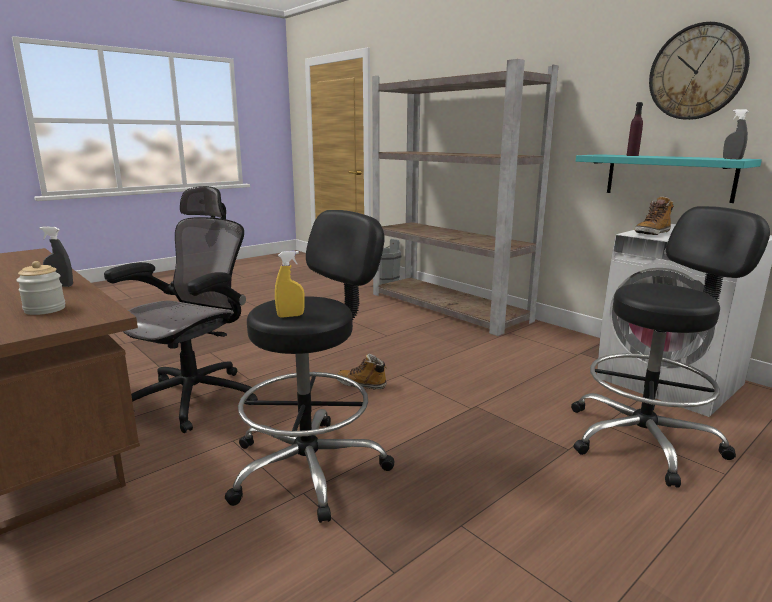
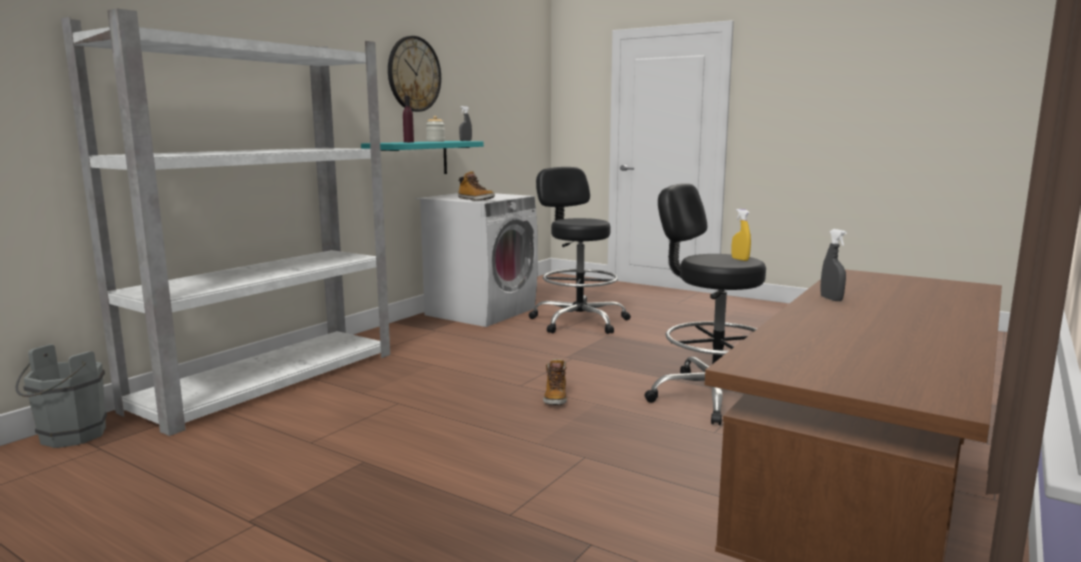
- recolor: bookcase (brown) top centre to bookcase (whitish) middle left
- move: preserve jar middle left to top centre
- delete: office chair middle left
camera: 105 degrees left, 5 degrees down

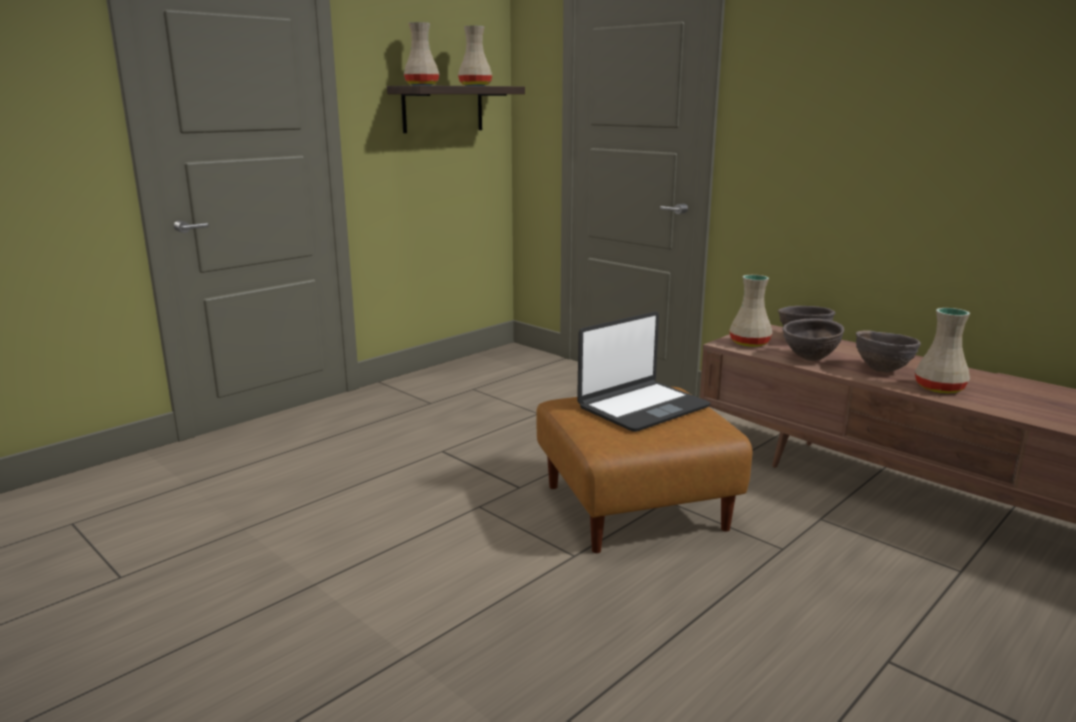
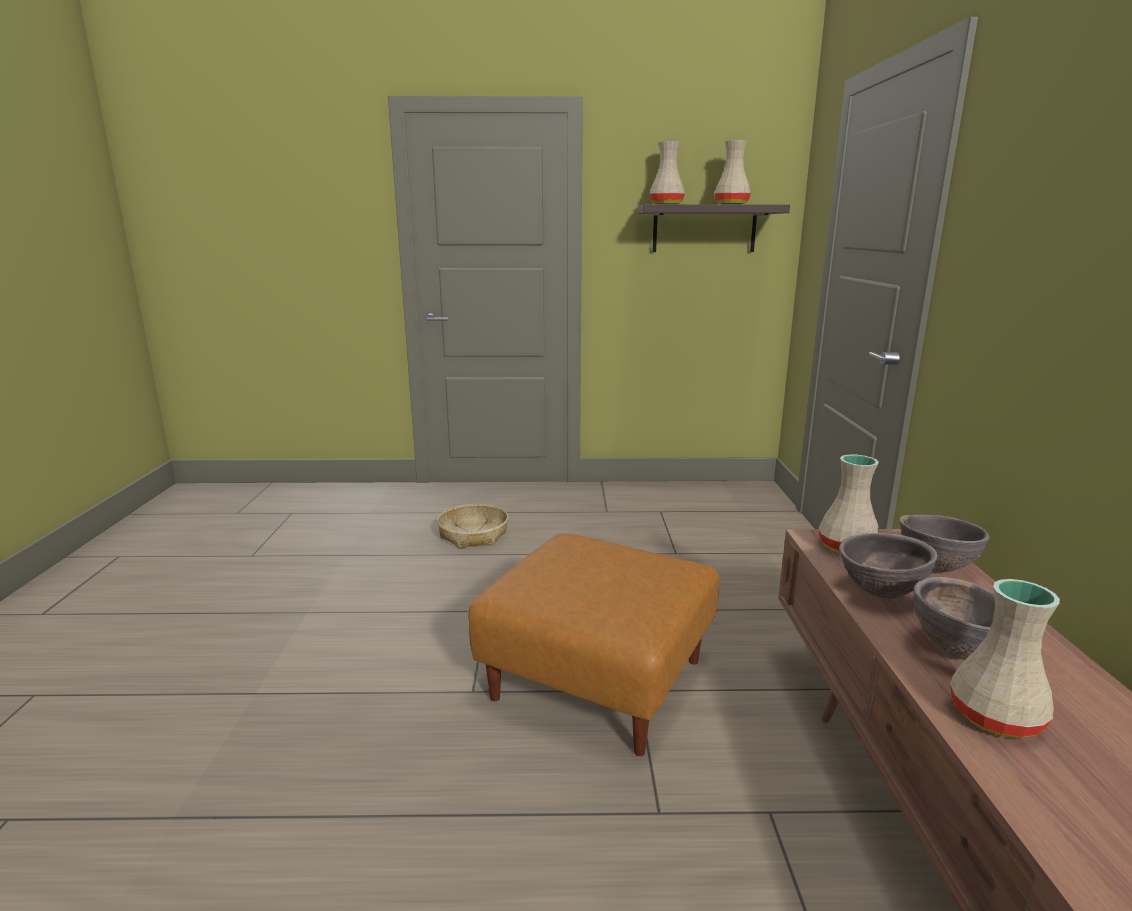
- insert: household basket centre
- delete: portable computer centre
camera: 45 degrees right, 0 degrees up

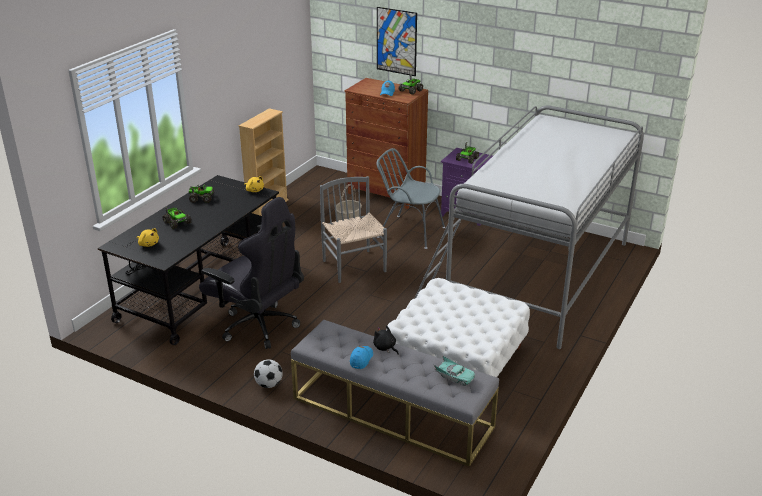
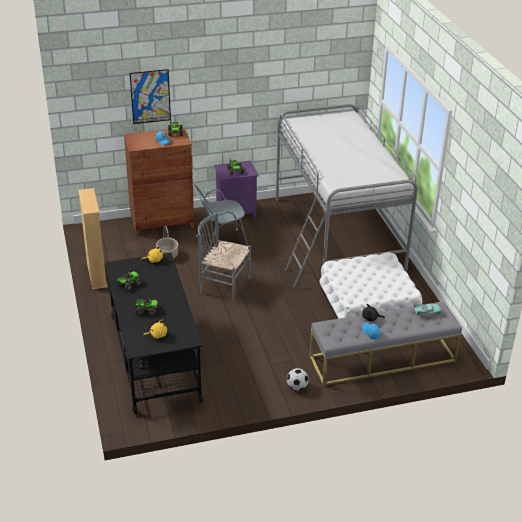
- delete: office chair (black) middle left
camera: 45 degrees left, 5 degrees up

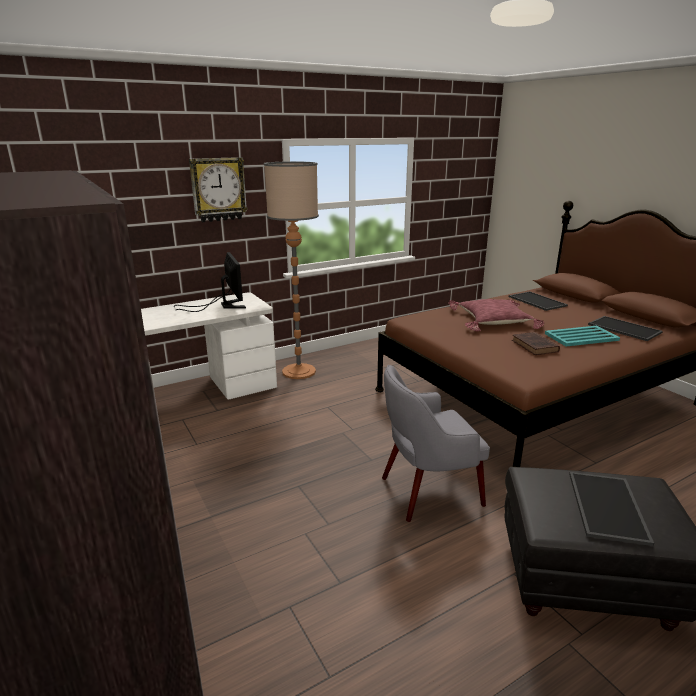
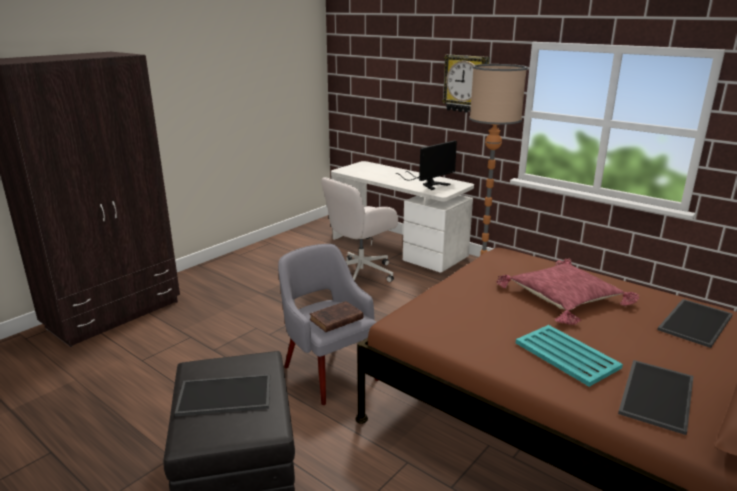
- move: bound book (brown) middle right to centre
- insert: office chair (whitish) centre
camera: 70 degrees right, 0 degrees up

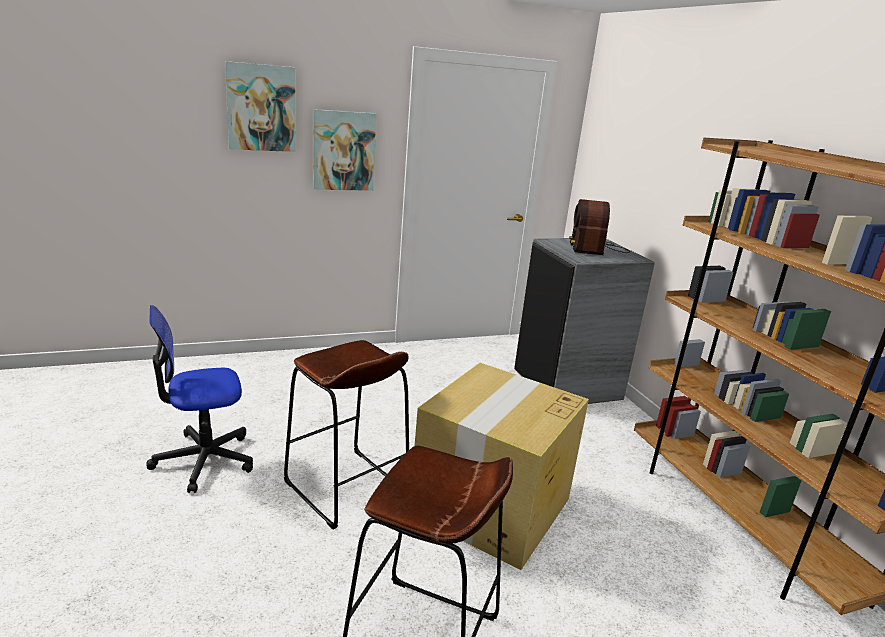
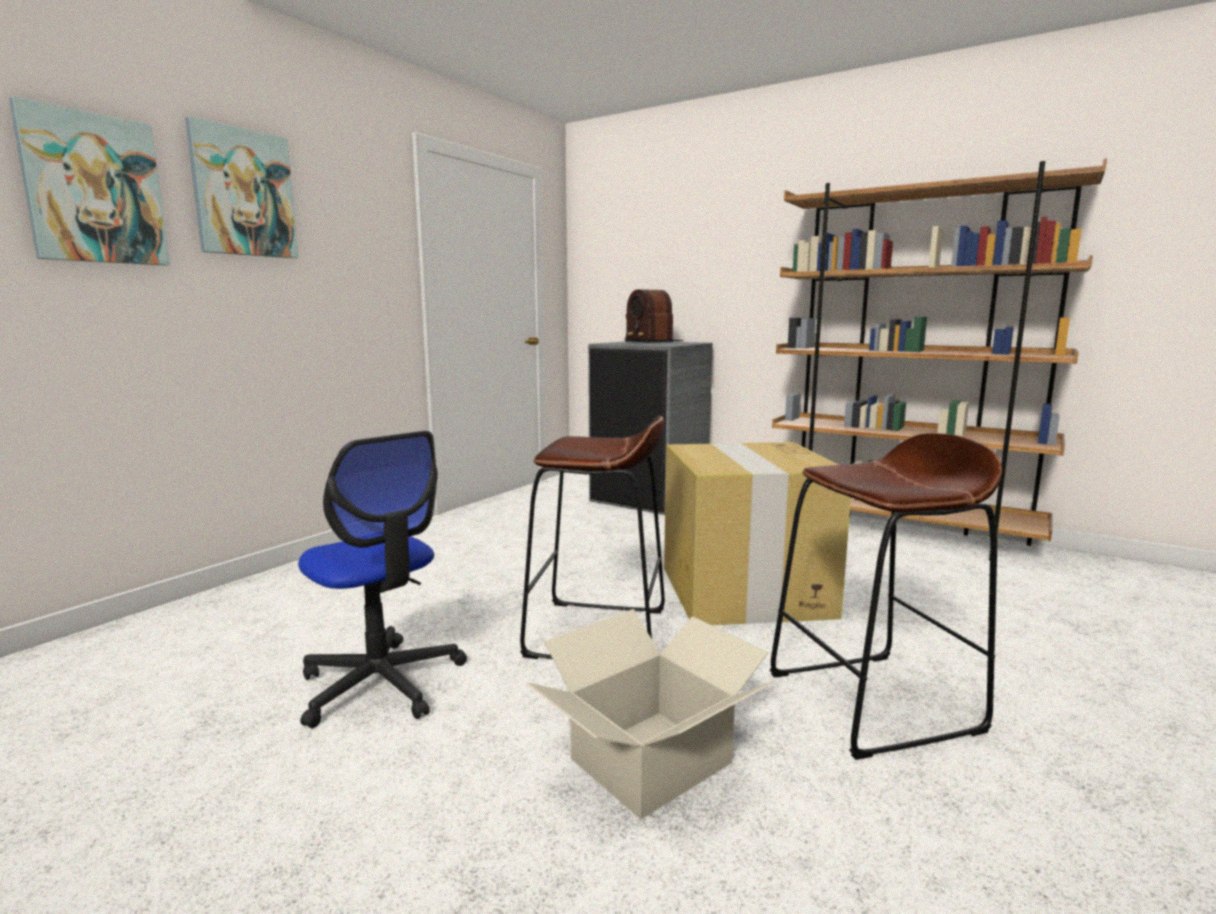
- move: picture (2nd from left in the first image) top centre to picture (1st from left) top left
- rotate: office chair middle left = middle left 75 degrees counterclockwise
- insert: cardboard box (1st from left) bottom centre
camera: 35 degrees left, 10 degrees down

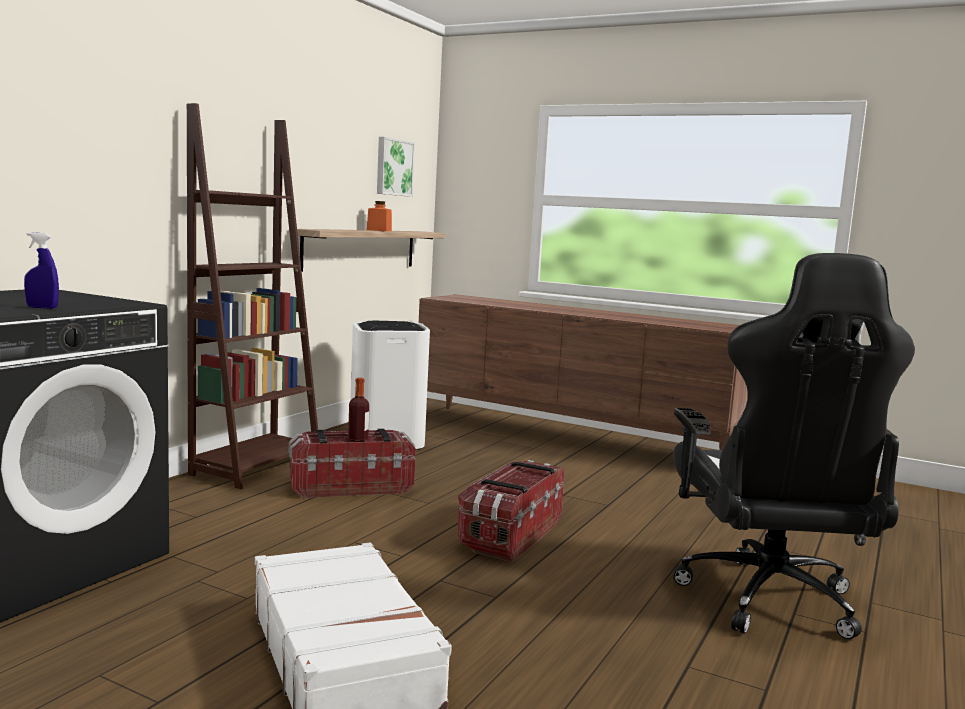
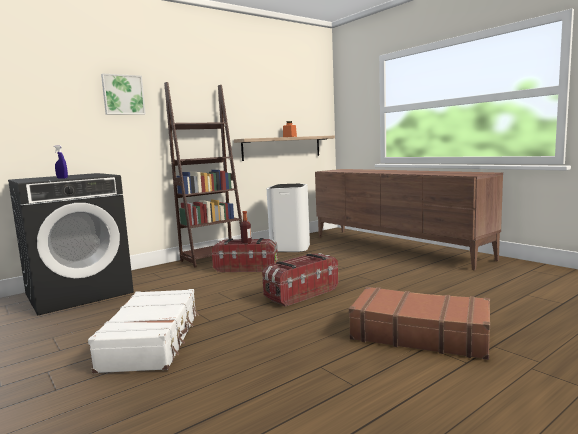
- move: picture top centre to top left
- replace: office chair (black) middle right to piece of luggage (brown) bottom right
camera: 25 degrees right, 0 degrees up

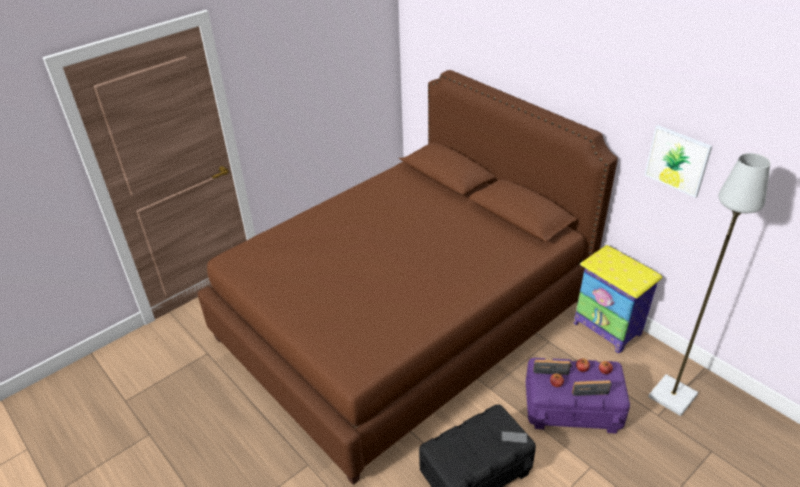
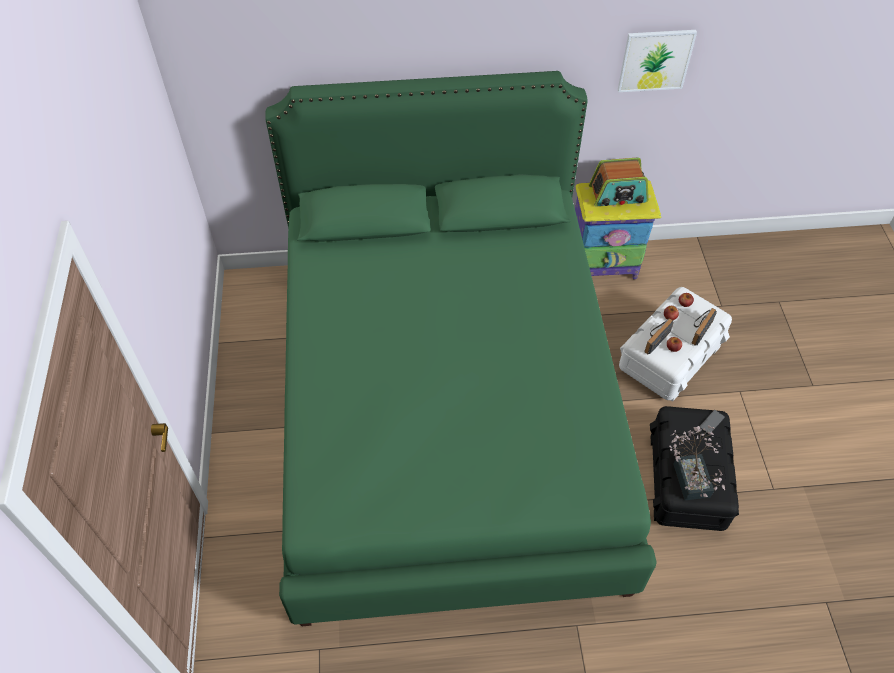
- recolor: bed (brown) centre to bed (greenish) centre
- insert: radio (1st from left) top right
- recolor: storage box (purplish) bottom right to storage box (whitish) middle right
- insert: plant in a pot bottom right
- delete: standing lamp (grey) middle right
camera: 55 degrees left, 15 degrees up

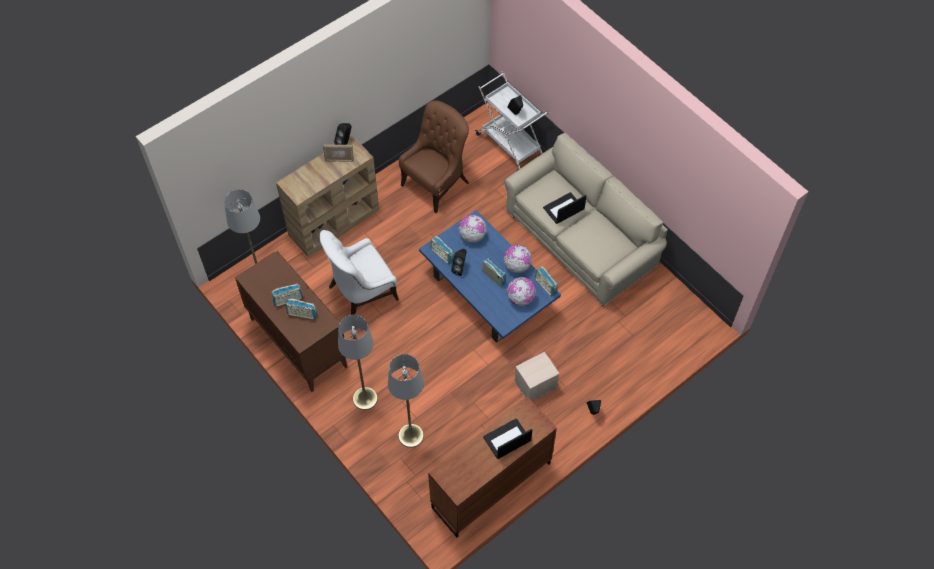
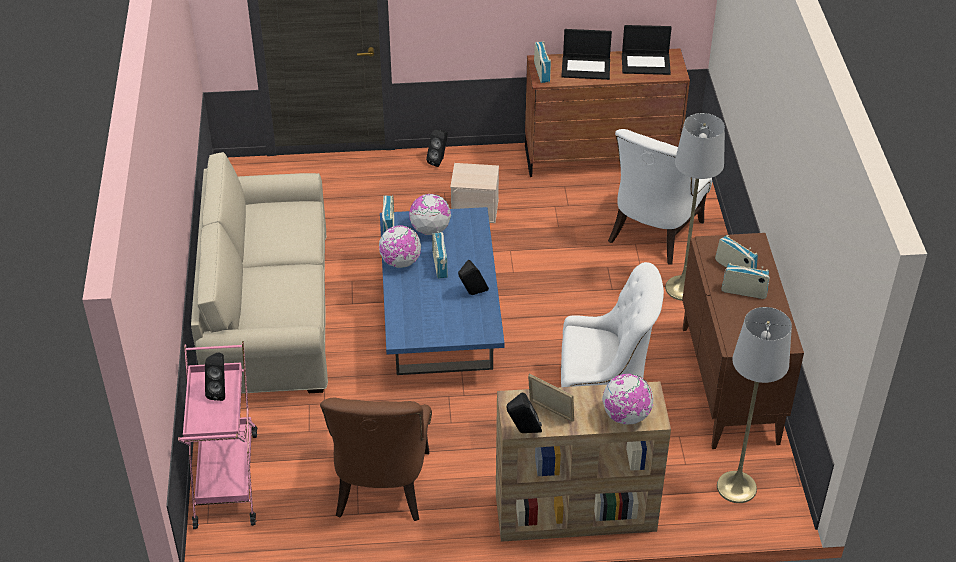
- recolor: trolley (whitish) top centre to trolley (pink) bottom left
- rotate: chair (brown) top centre = bottom centre 75 degrees counterclockwise
- move: radio (3rd from left) centre to top centre
- move: world globe (1st from left in the first image) centre to world globe (3rd from left) bottom centre
- replace: standing lamp (grey) (3rd from left) bottom centre to chair (whitish) (2nd from left) middle right
- move: portable computer (2nd from left) centre to top right
camera: 145 degrees left, 15 degrees down

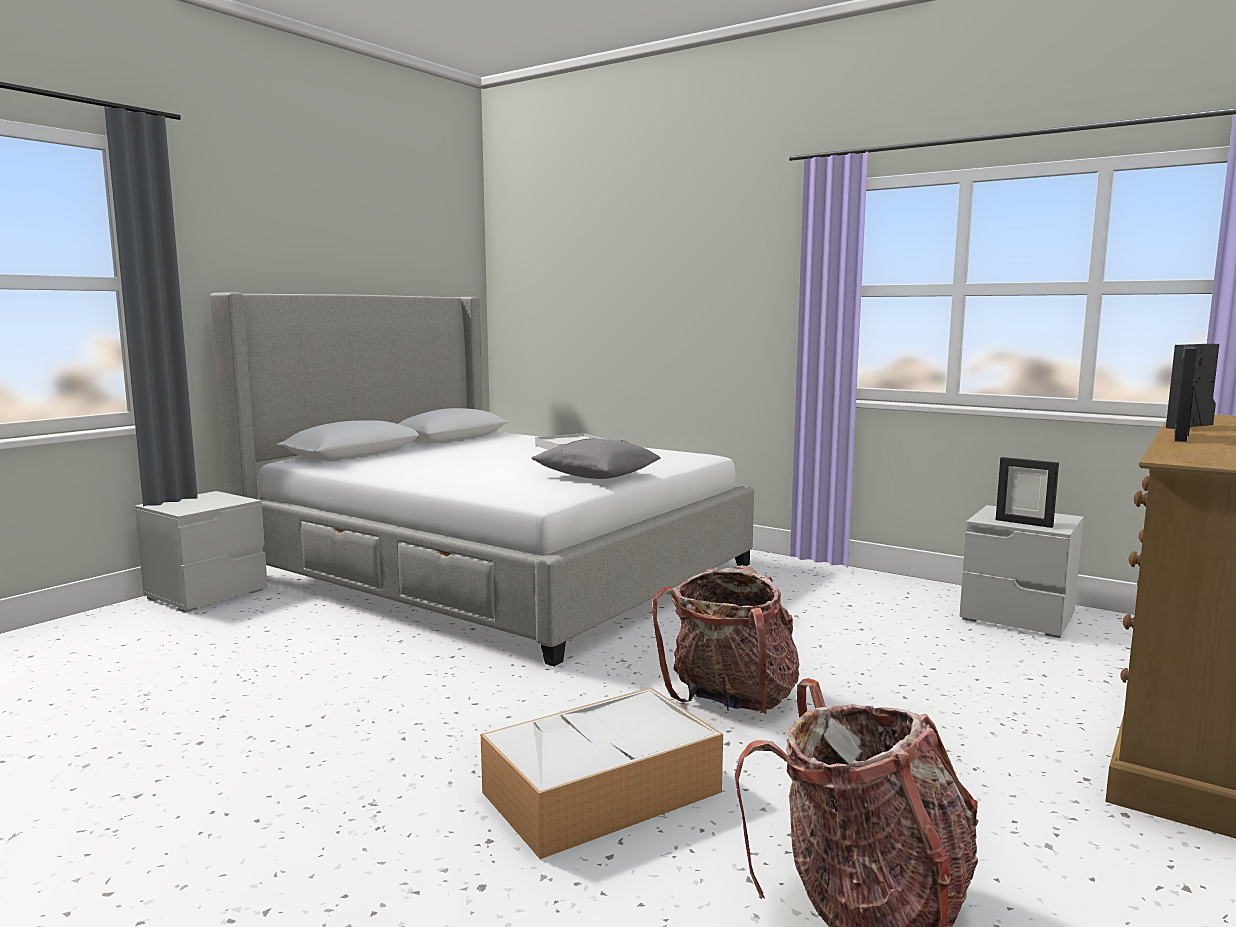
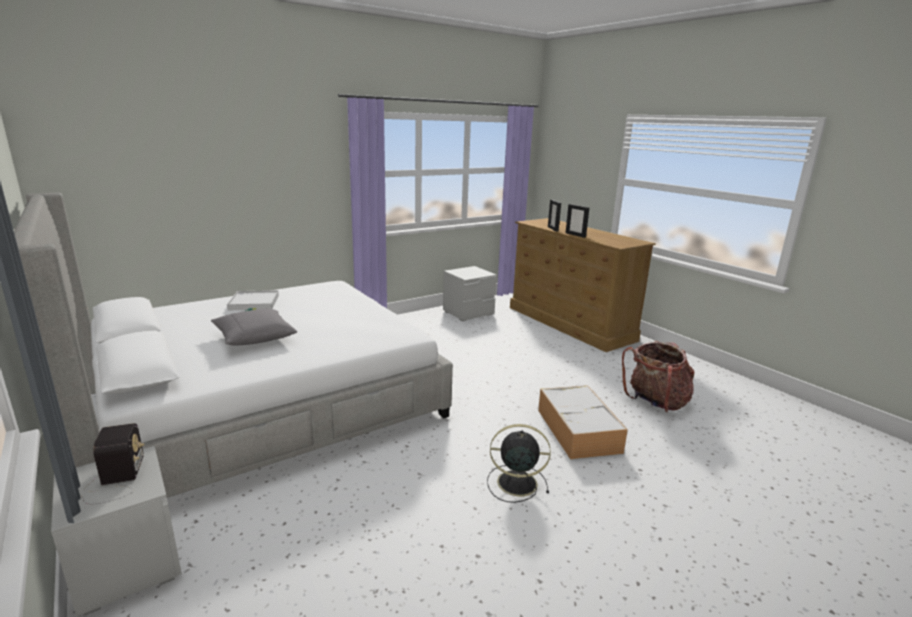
- insert: radio bottom left
- move: pillow (grey) centre to middle left
- insert: electric fan (black) bottom centre
- delete: rucksack (1st from left) bottom centre
- delete: picture frame (1st from left) middle right
camera: 70 degrees left, 10 degrees up

